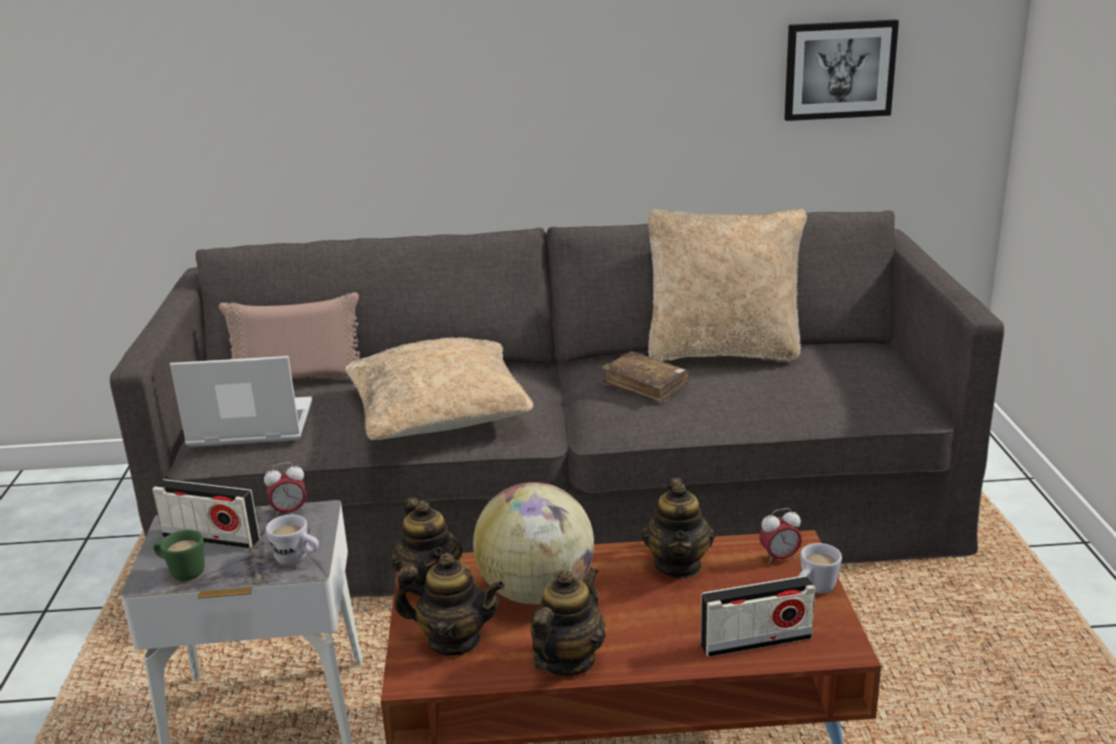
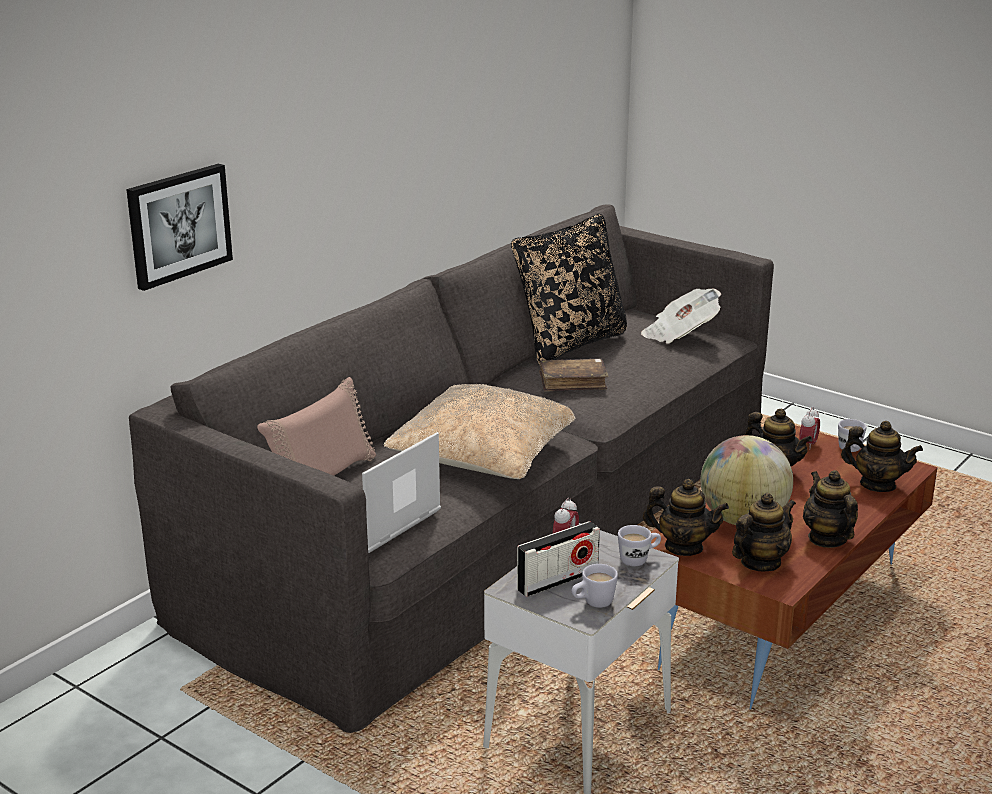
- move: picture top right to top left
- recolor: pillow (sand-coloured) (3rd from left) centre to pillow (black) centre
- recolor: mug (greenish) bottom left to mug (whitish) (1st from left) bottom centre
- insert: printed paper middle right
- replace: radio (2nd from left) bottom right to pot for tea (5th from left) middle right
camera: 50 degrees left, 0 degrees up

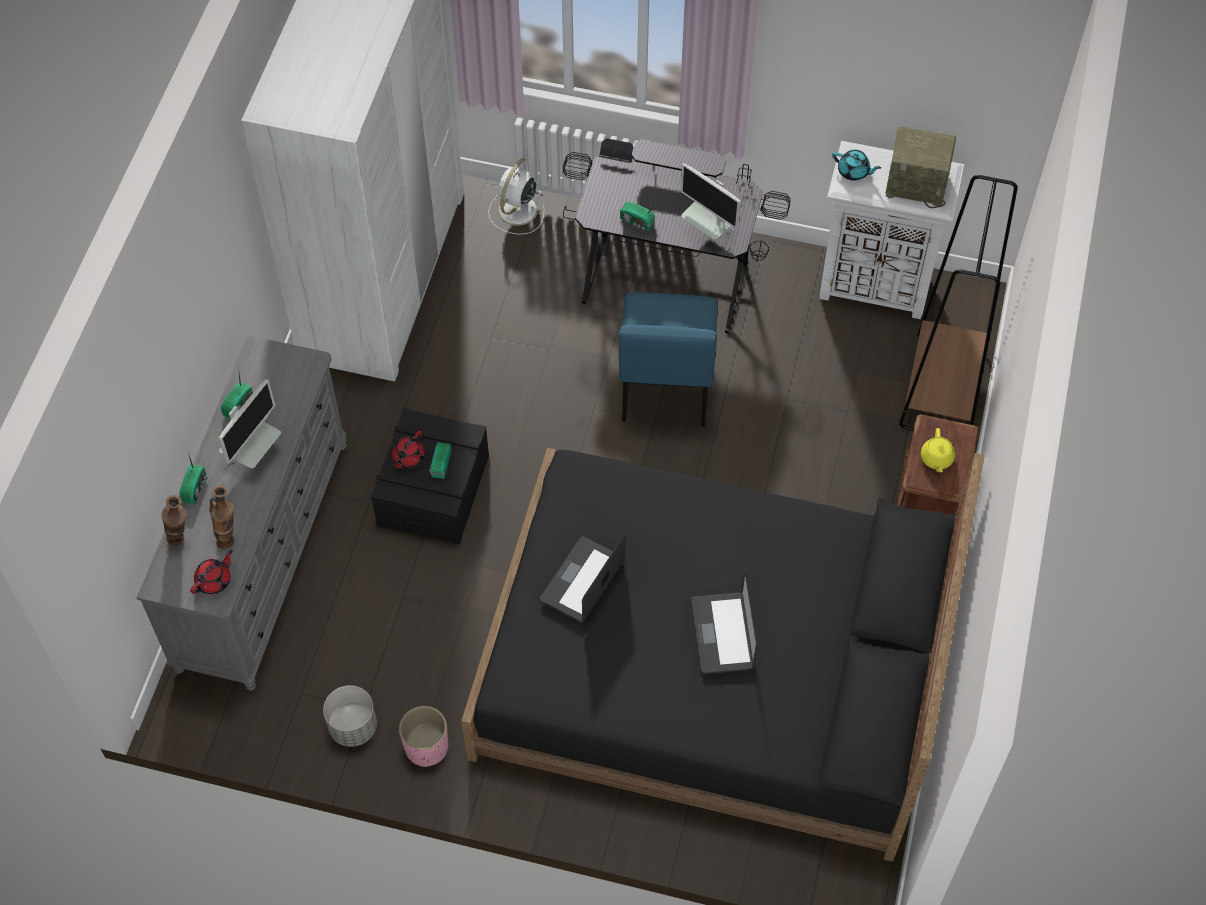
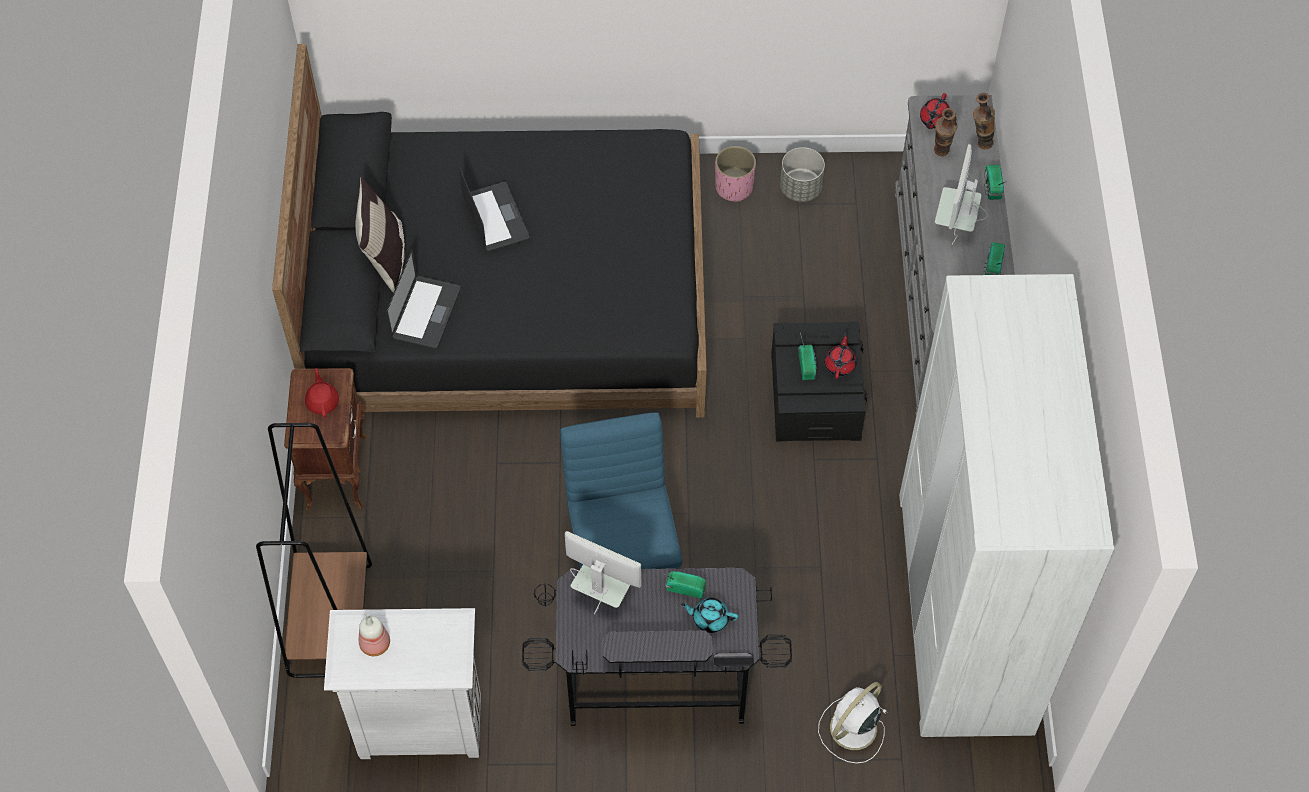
- recolor: pot for tea (yellow-coloured) middle right to pot for tea (red-coloured) (1st from left) middle left
- insert: pillow top left
- replace: radio (5th from left) top right to bottle bottom left
- move: portable computer (1st from left) centre to middle left
- move: pot for tea (turquoise) top right to bottom centre
- rotate: electric fan (whitish) top centre = bottom centre 150 degrees counterclockwise
camera: 165 degrees right, 0 degrees up

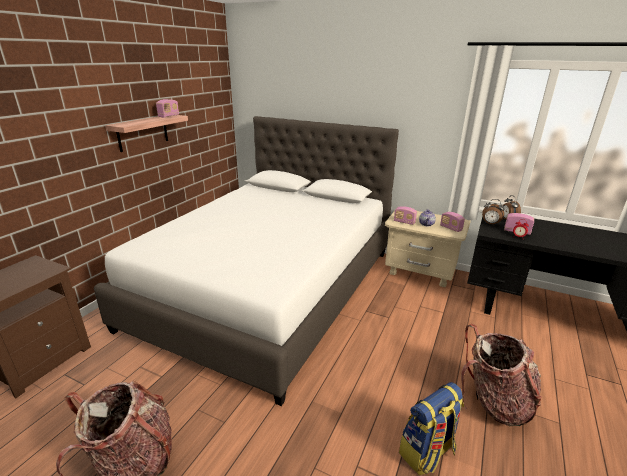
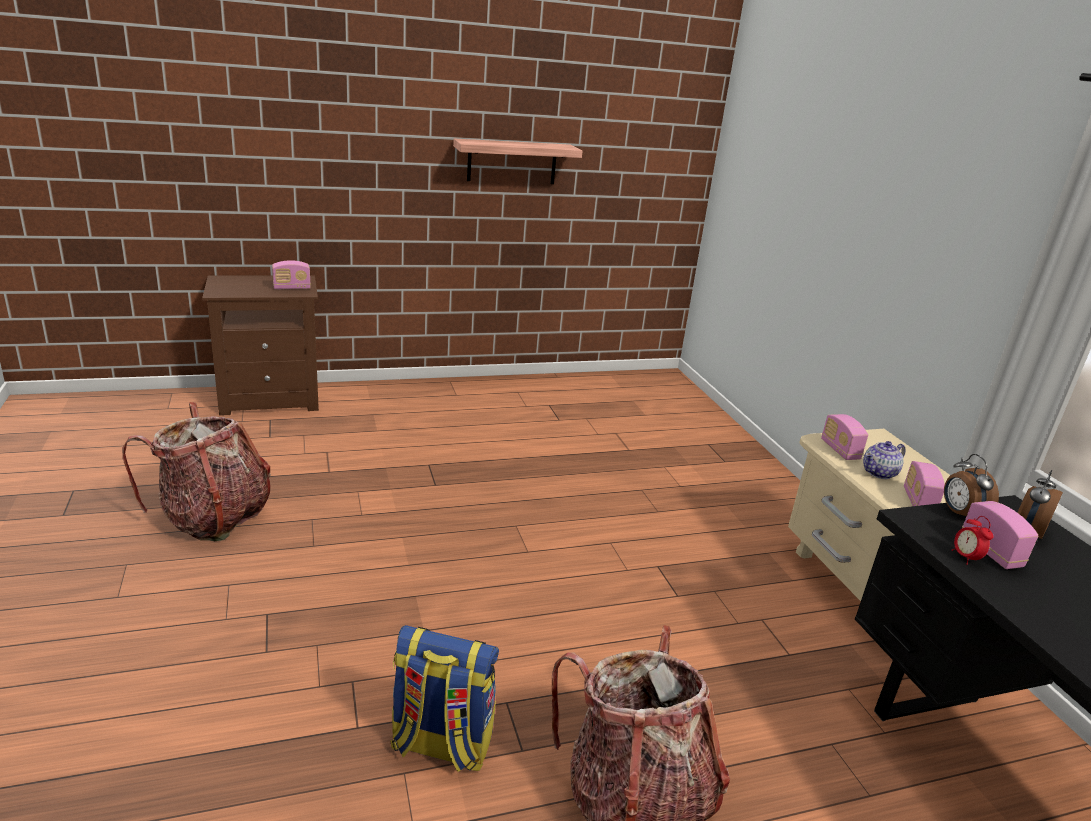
- move: radio (1st from left) top left to middle left
- delete: bed (whitish) centre
camera: 45 degrees right, 0 degrees up

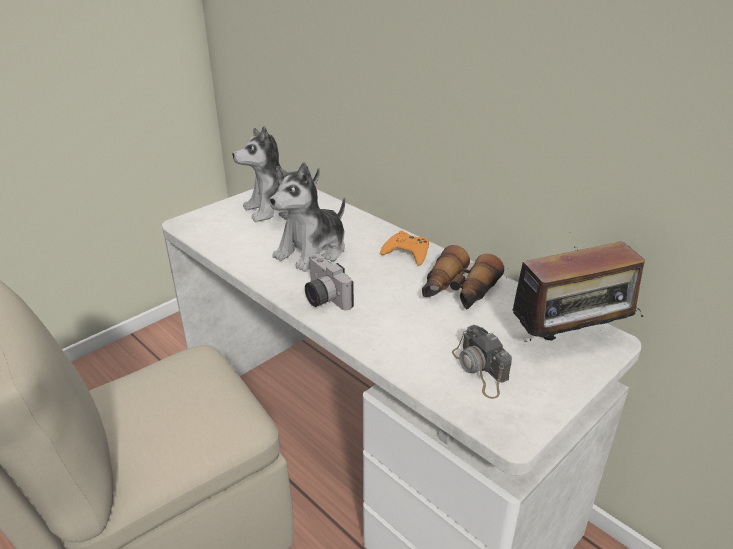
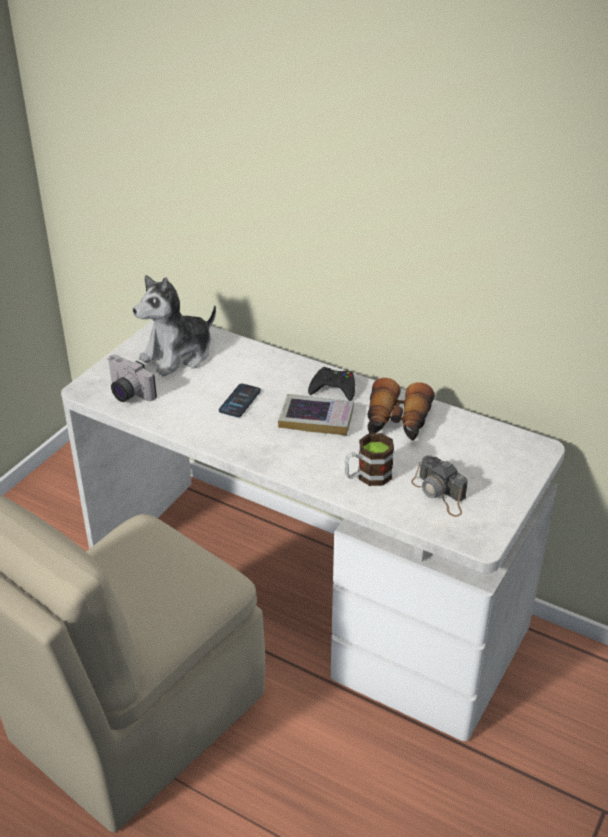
- move: still camera (1st from left) centre to middle left
- replace: soft toy (2nd from left) centre to telephone centre
- insert: bound book centre
- recolor: game controller (orangey) centre to game controller (black) centre
- insert: mug centre
- delete: radio middle right
camera: 15 degrees left, 5 degrees up

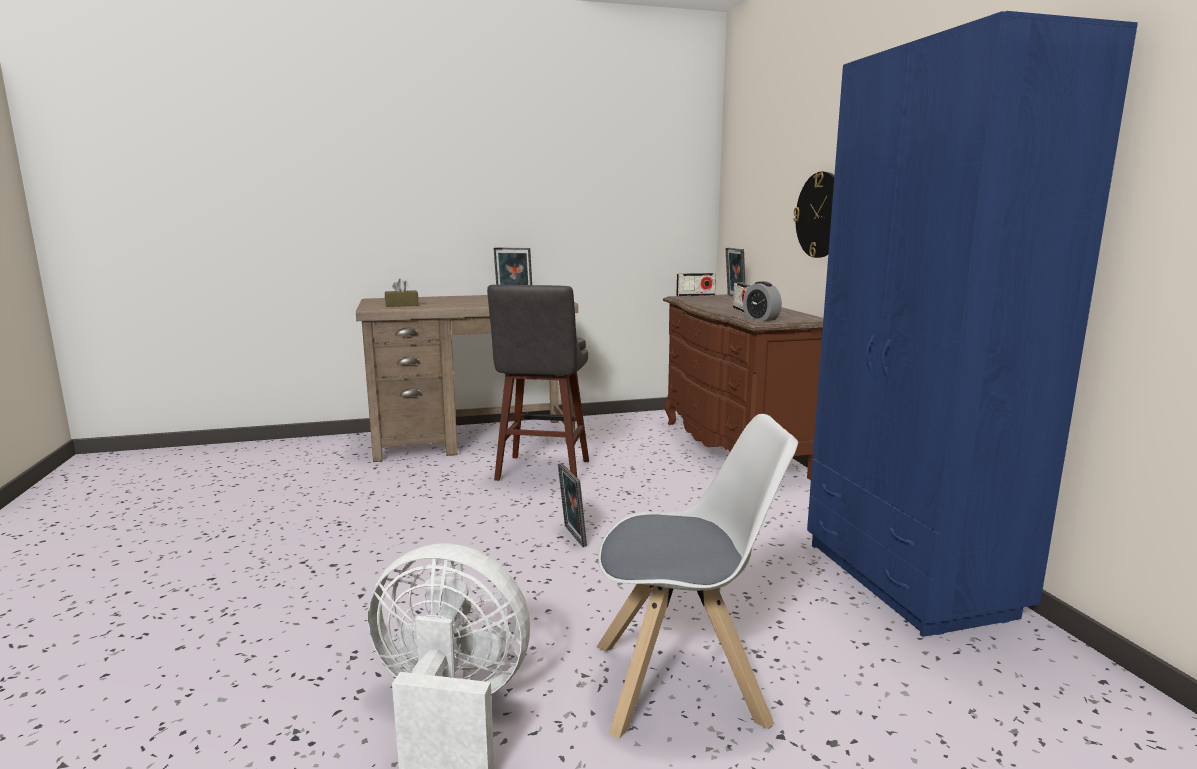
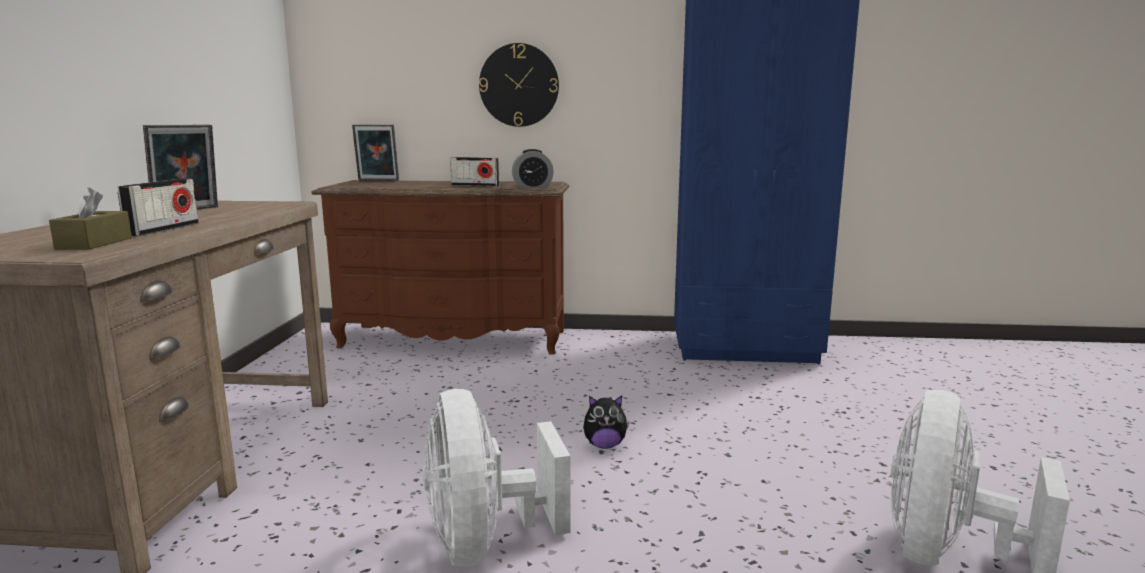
- move: radio (1st from left) centre to middle left
- insert: electric fan (whitish) (1st from left) bottom centre
- replace: picture frame (2nd from left) centre to soft toy bottom centre
- delete: stool (grey) centre
- delete: chair bottom centre
camera: 70 degrees left, 0 degrees up

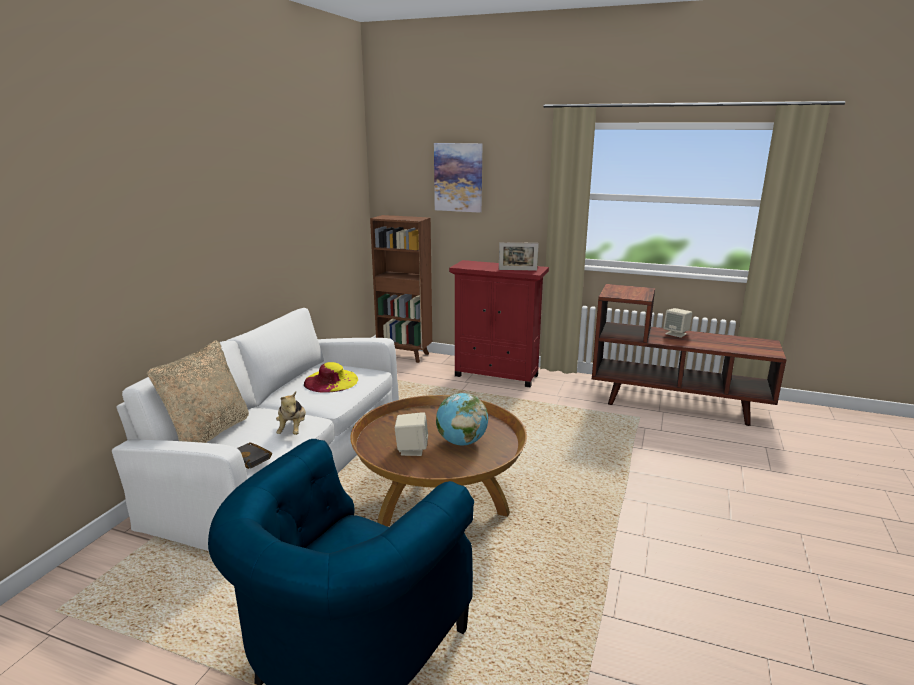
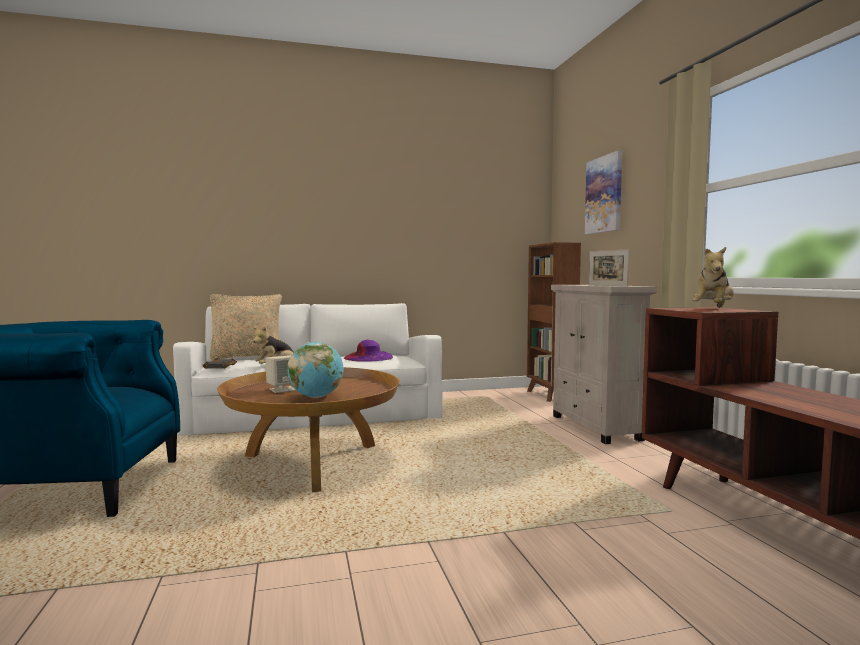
- recolor: hat (yellow-coloured) centre to hat (purplish) centre
- recolor: cabinet (red-coloured) centre to cabinet (sand-coloured) middle right
- insert: soft toy (2nd from left) middle right
- delete: audio speaker (sand-coloured) (2nd from left) middle right
camera: 55 degrees right, 15 degrees down

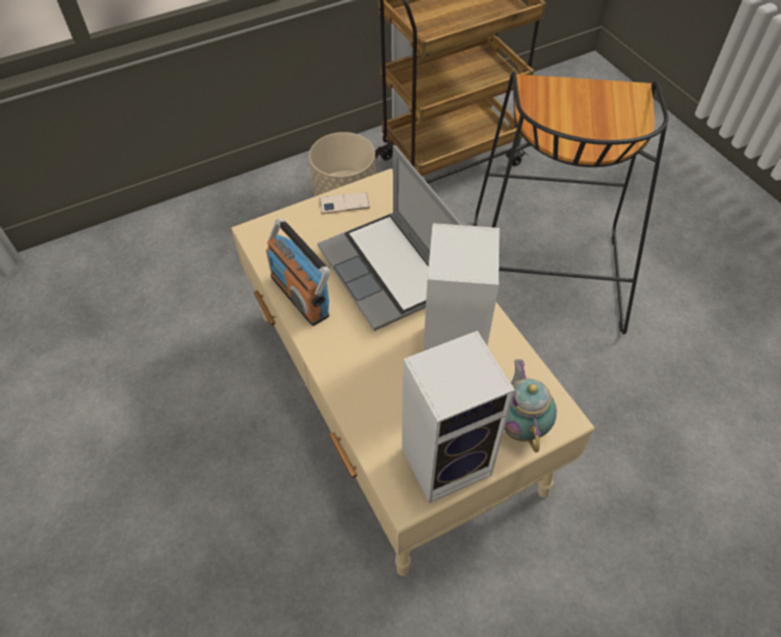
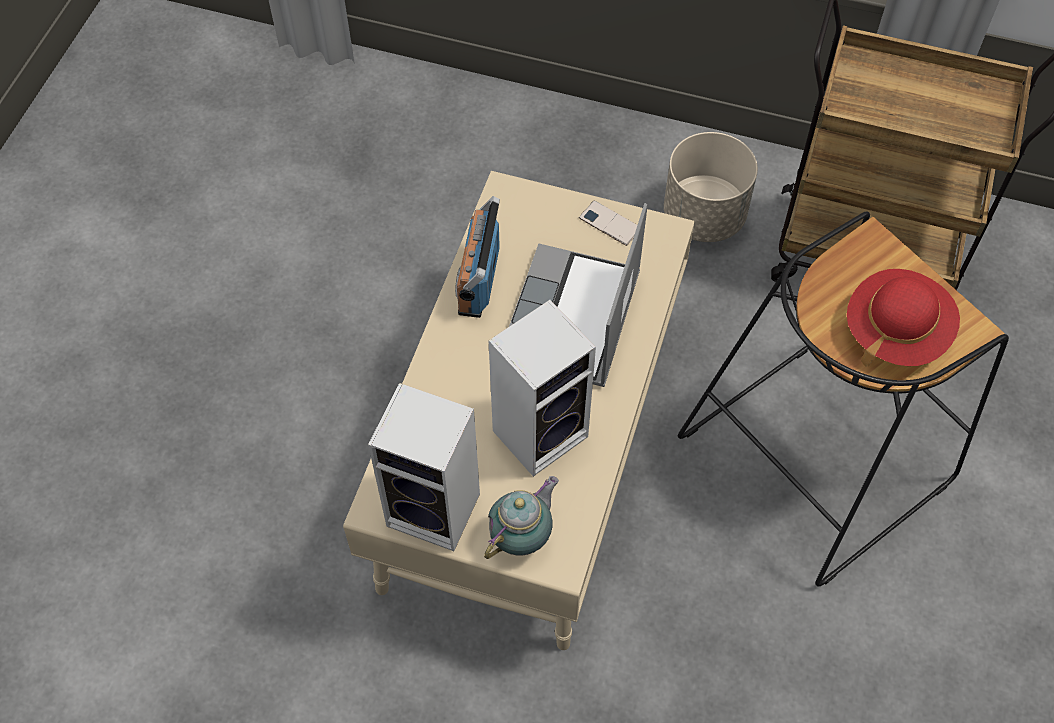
- insert: hat (red-coloured) middle right
camera: 45 degrees right, 5 degrees up

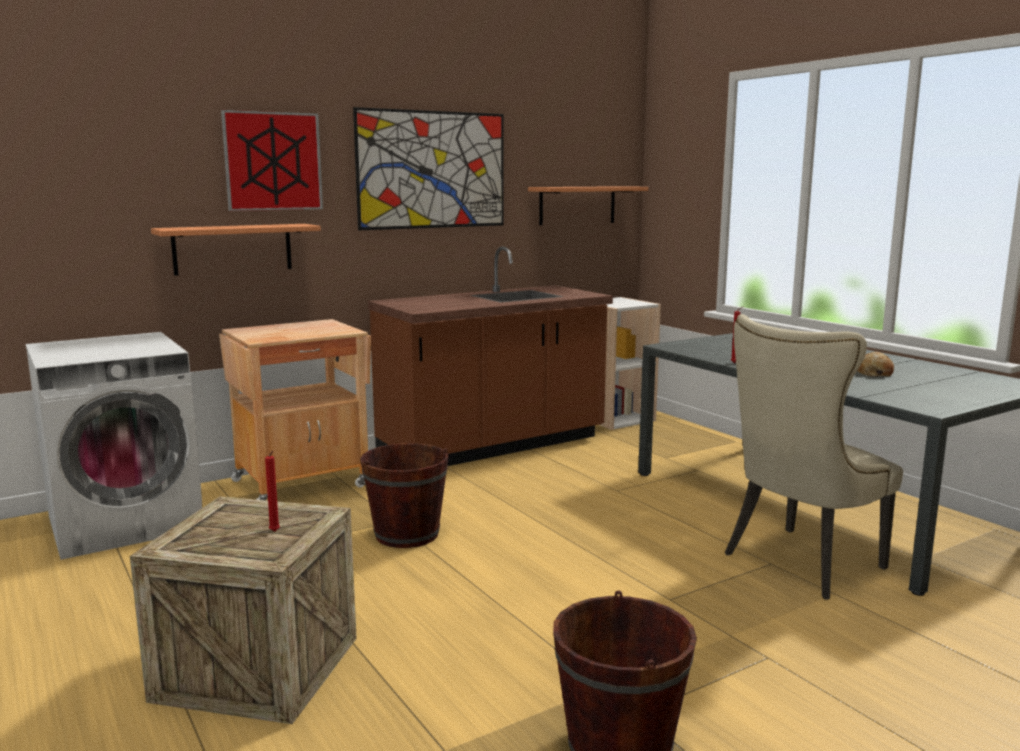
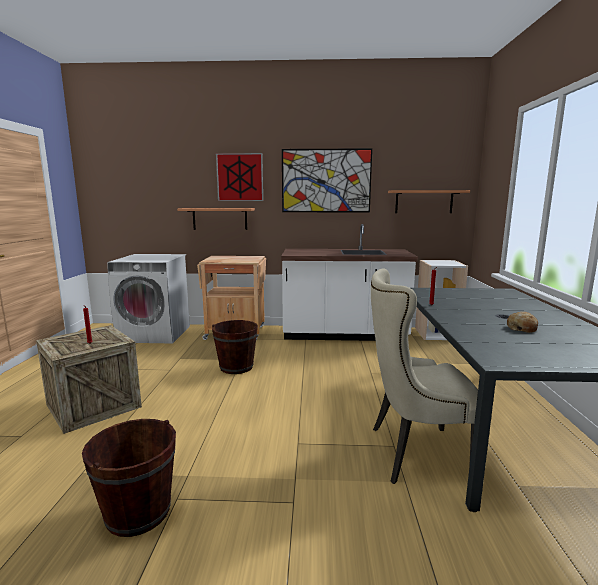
- recolor: counter (brown) centre to counter (whitish) centre
camera: 35 degrees right, 0 degrees up

